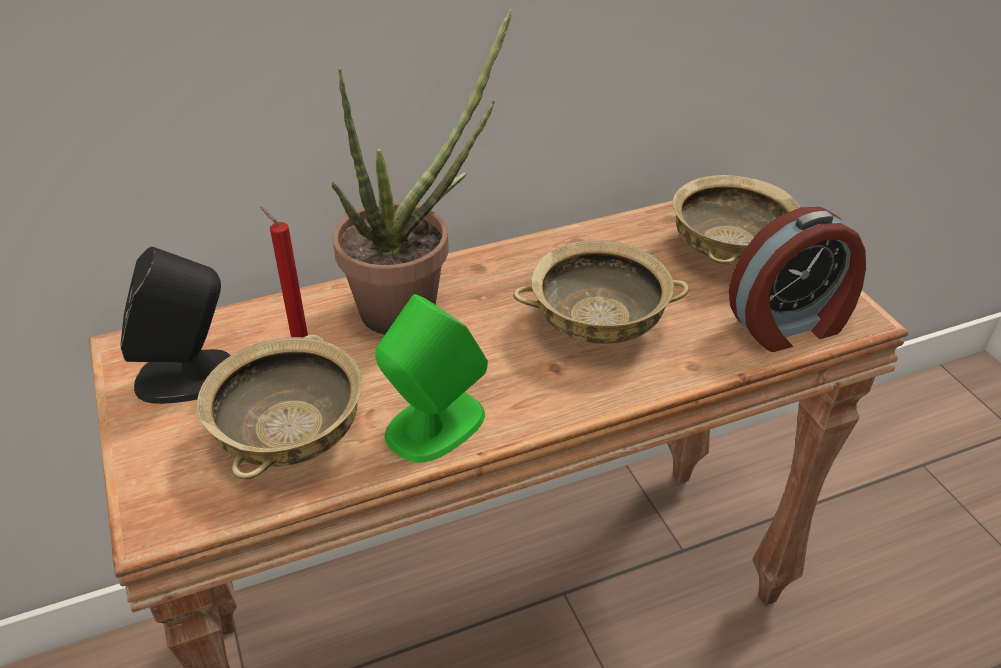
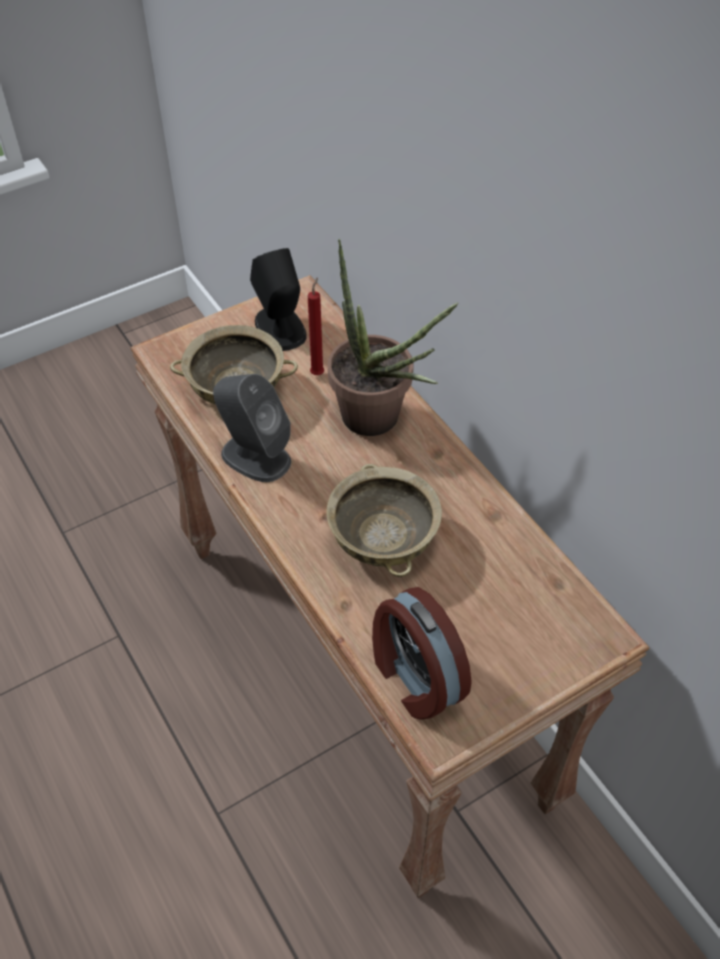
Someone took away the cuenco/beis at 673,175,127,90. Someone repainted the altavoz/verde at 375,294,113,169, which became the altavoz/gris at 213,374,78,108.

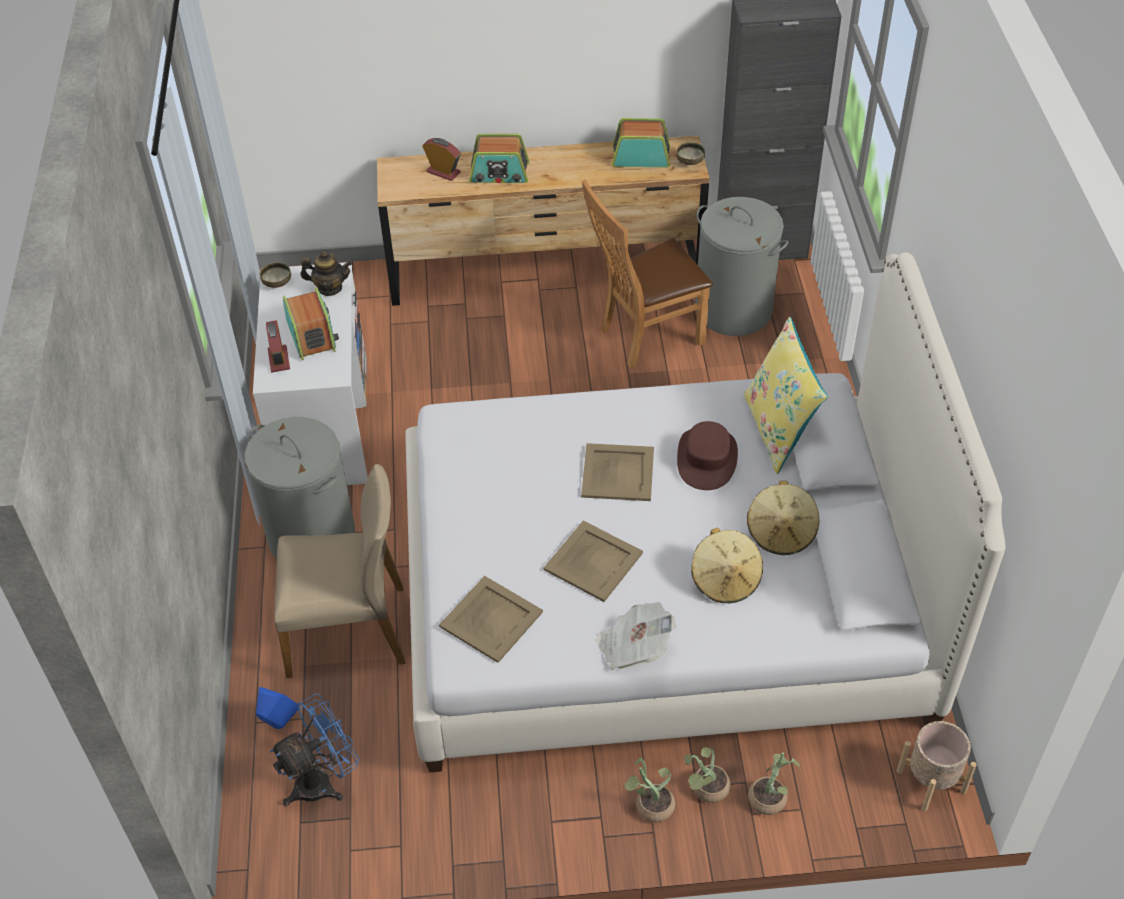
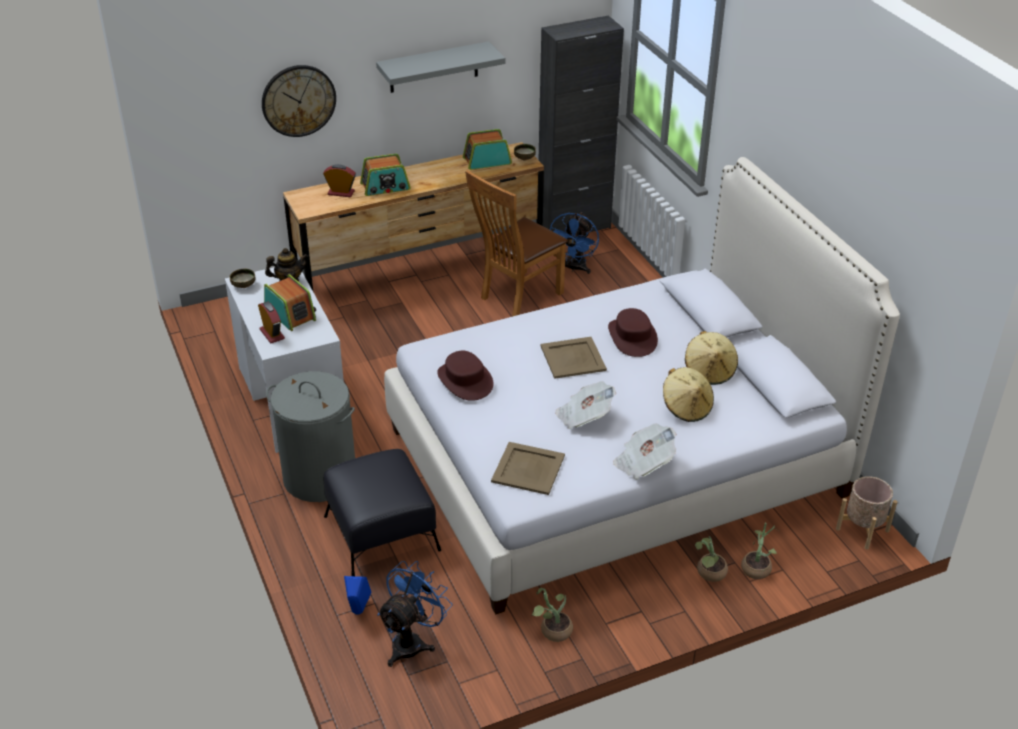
Someone swapped the cesto de la ropa/gris at 695,197,93,139 for the ventilador/azul at 550,212,49,62. Someone took away the cojín/amarillo at 744,317,84,157. Someone swapped the silla/beis at 274,464,131,214 for the puf/negro at 323,449,118,127. Someone swapped the bandeja/beis at 543,521,100,81 for the periódico at 555,381,61,48. Someone carried the planta en maceta from 623,757,52,66 to 532,588,41,54. Someone put up the estante/gris at 376,42,129,51. Someone put up the reloj de pared at 262,65,74,72. Someone put down the sombrero/marrón at 437,351,57,50.

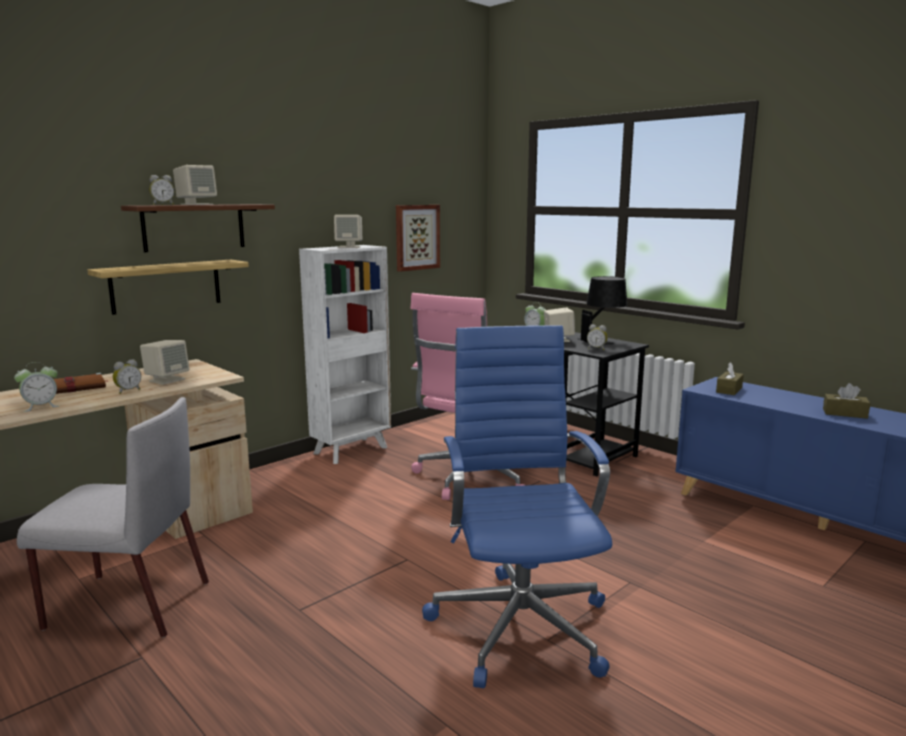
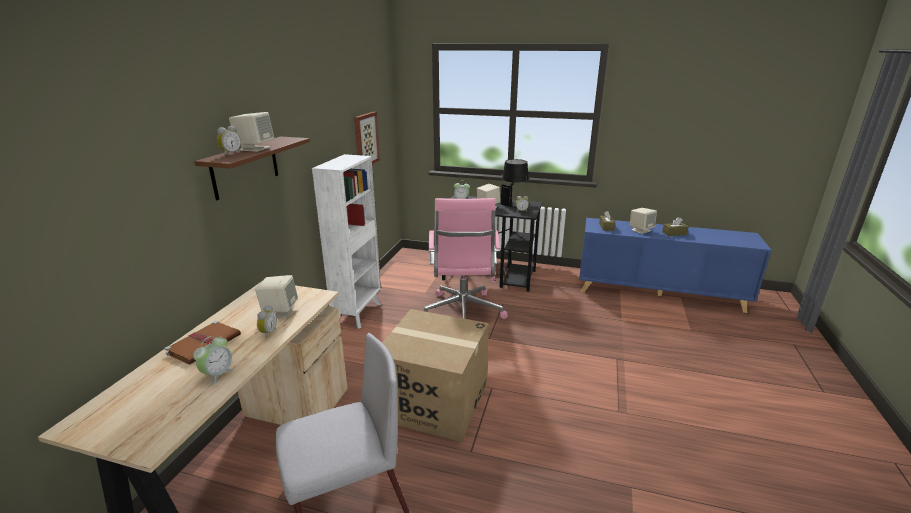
Someone carried the altavoz/beis from 334,215,28,33 to 630,208,27,26. Someone took away the estante at 87,260,162,55. Someone took away the silla de oficina/azul at 422,325,190,363. Someone put down the caja de cartón at 382,309,107,133.

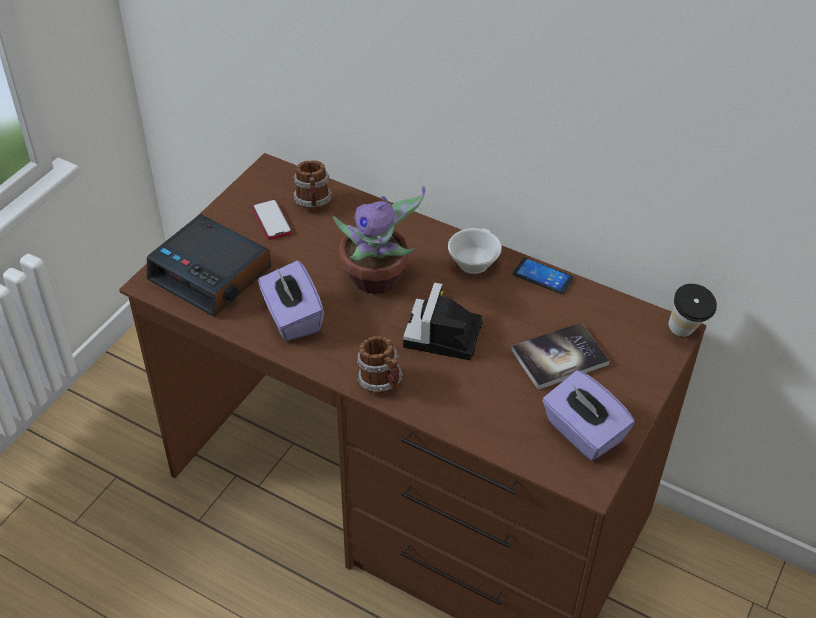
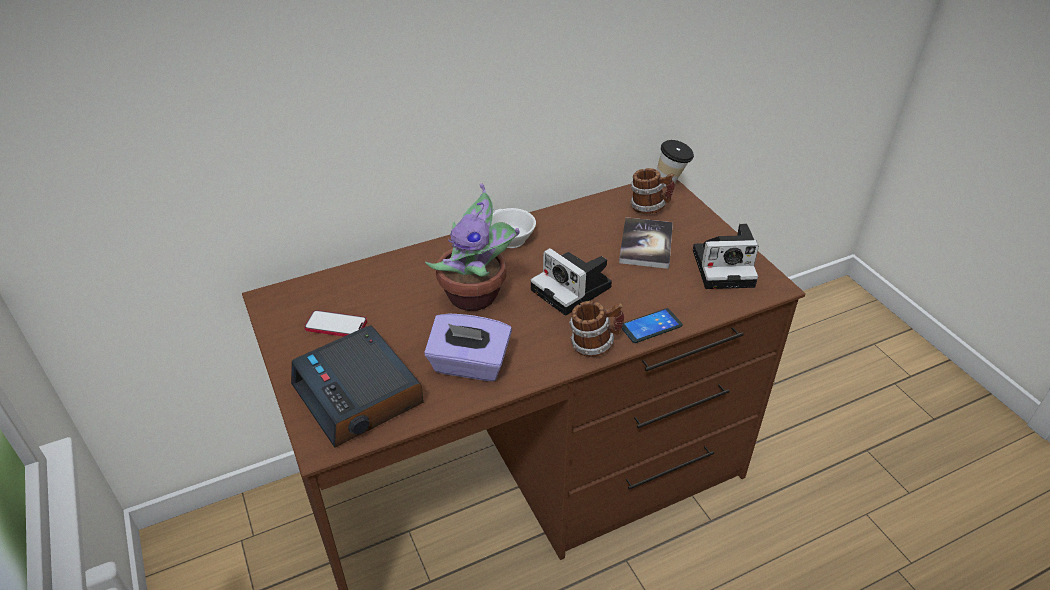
Someone carried the taza grande from 293,160,39,50 to 630,168,45,46. Someone rotated the despertador at 147,214,124,103 by 75 degrees clockwise. Someone carried the móvil from 513,257,61,37 to 621,308,62,35. Someone swapped the caja de pañuelos/morado at 542,370,93,91 for the cámara at 693,223,66,66.

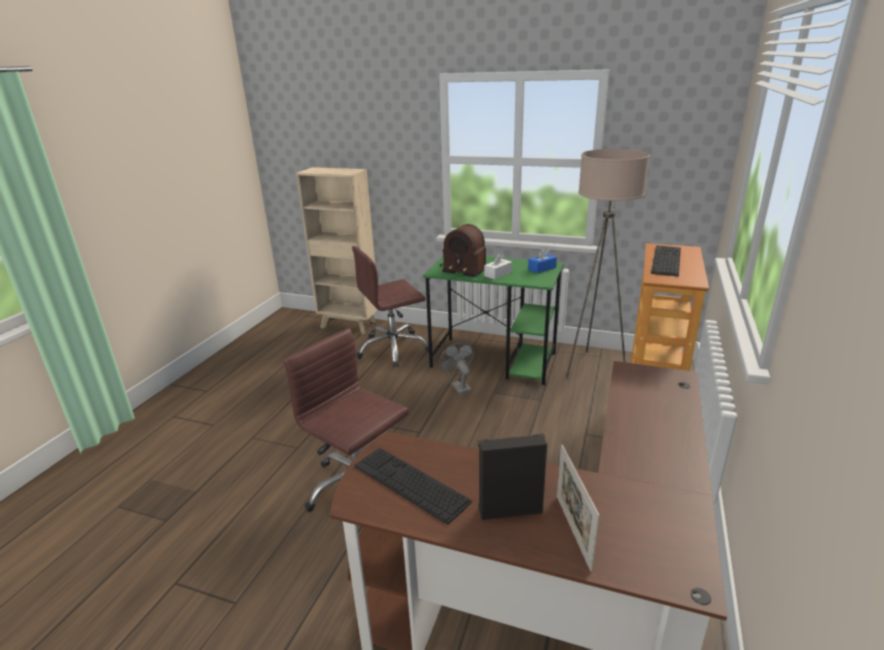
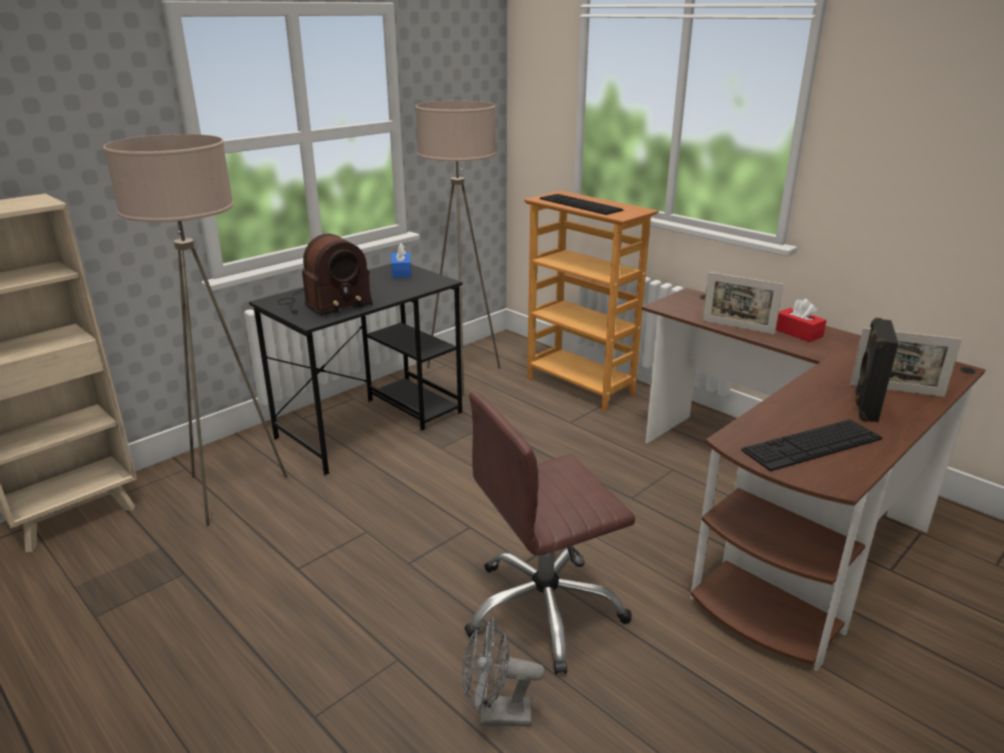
Someone swapped the silla de oficina/marrón at 352,246,77,122 for the lámpara de pie/beis at 103,134,184,392. Someone took away the caja de pañuelos/blanco at 484,253,28,26. Someone repainted the escritorio/verde at 423,257,141,128, which became the escritorio/negro at 249,264,213,211. Someone carried the ventilador/gris from 439,342,35,53 to 462,617,83,110. Someone put down the portarretratos at 702,272,82,62. Someone put down the caja de pañuelos/rojo at 776,299,51,43.

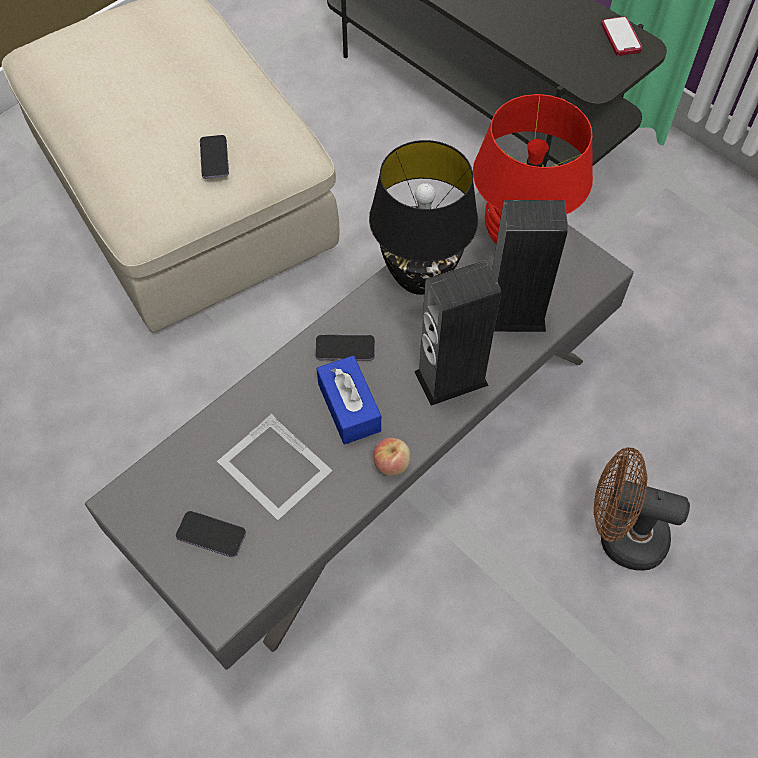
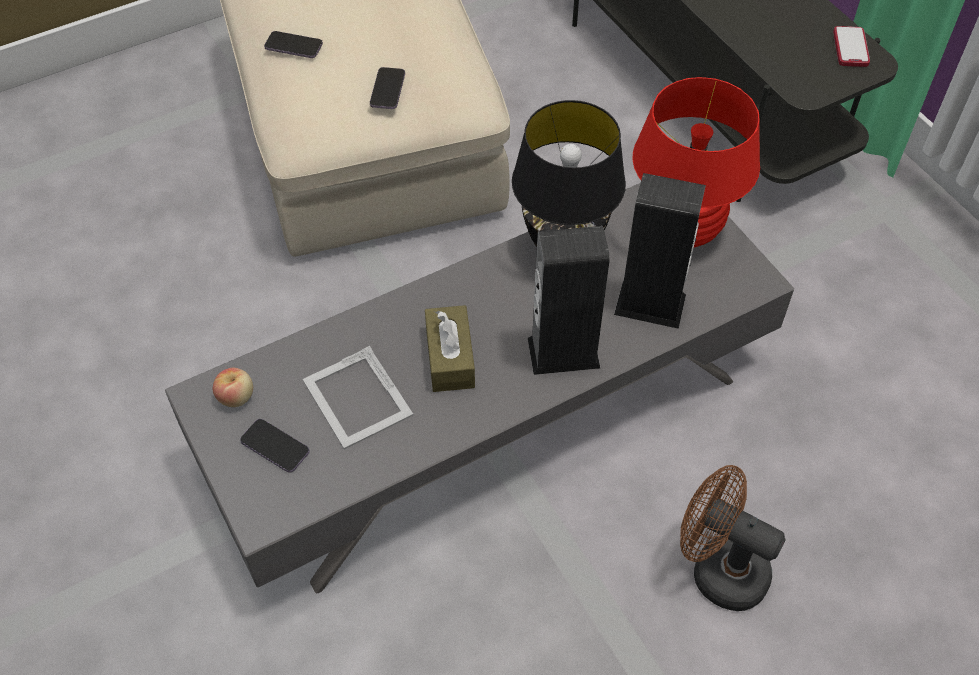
Someone carried the móvil from 315,335,60,26 to 264,31,59,27. Someone repainted the caja de pañuelos/azul at 317,356,64,88, which became the caja de pañuelos/marrón at 425,305,50,87. Someone carried the manzana from 373,438,38,38 to 213,368,40,39.

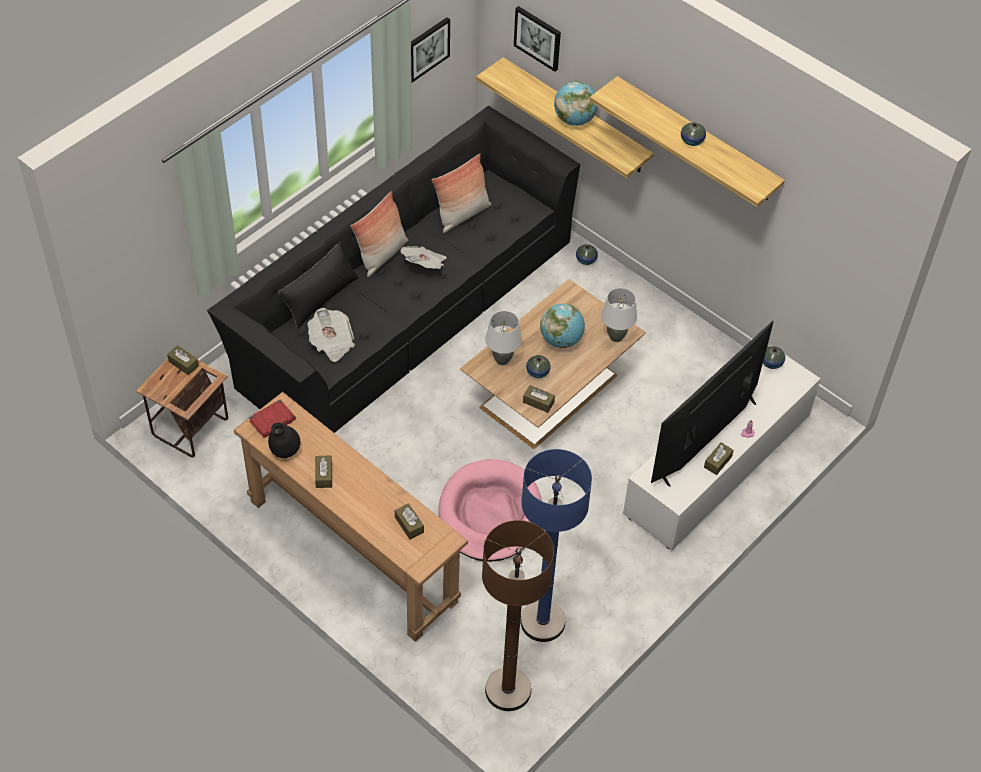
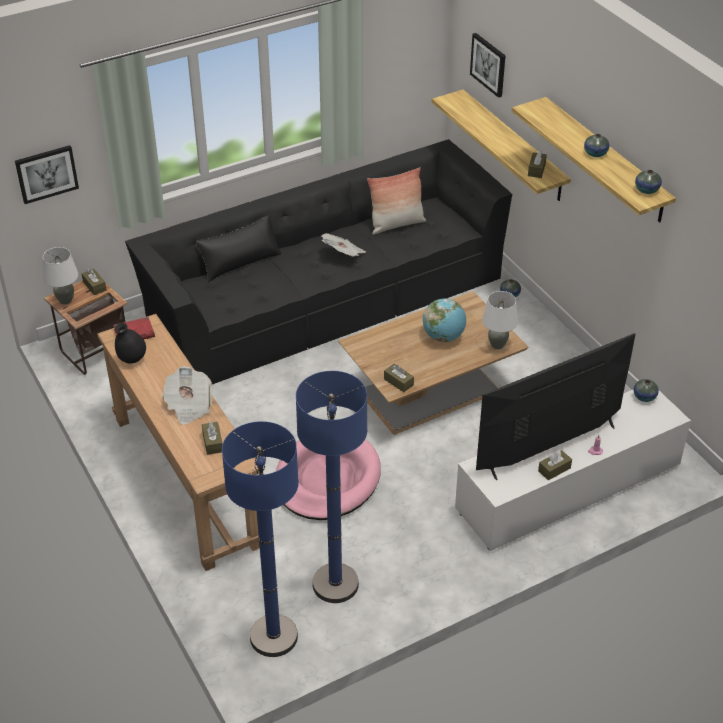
Someone carried the cuadro from 411,17,39,66 to 15,145,64,59. Someone took away the globo terráqueo at 554,81,44,45. Someone took away the cojín at 351,191,57,86. Someone carried the periódico from 307,308,48,54 to 162,366,50,59. Someone carried the lámpara de mesa/blanco from 485,311,37,54 to 43,247,35,58. Someone carried the florero from 526,355,25,23 to 635,170,27,24. Someone carried the caja de pañuelos/marrón from 315,456,17,32 to 528,150,19,28. Someone repainted the lámpara de pie/marrón at 482,520,72,191, which became the lámpara de pie/azul at 222,421,77,236.

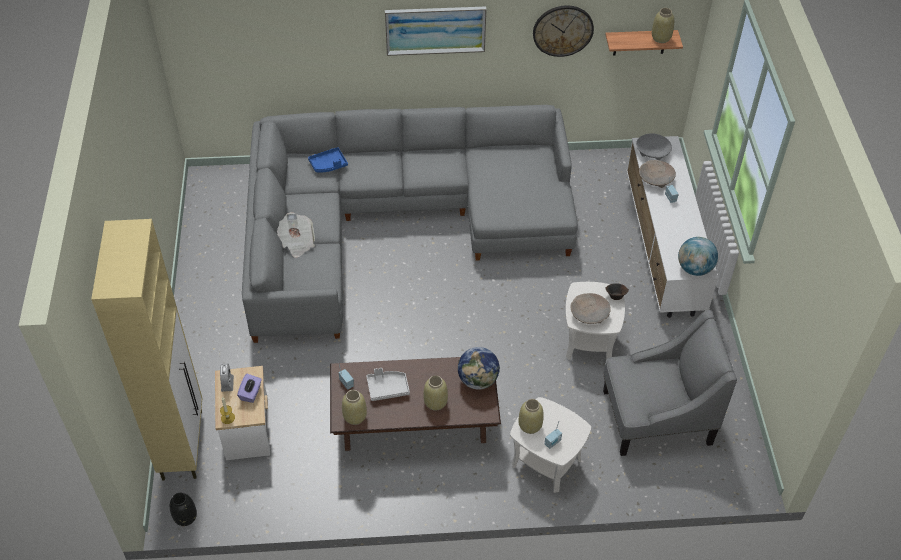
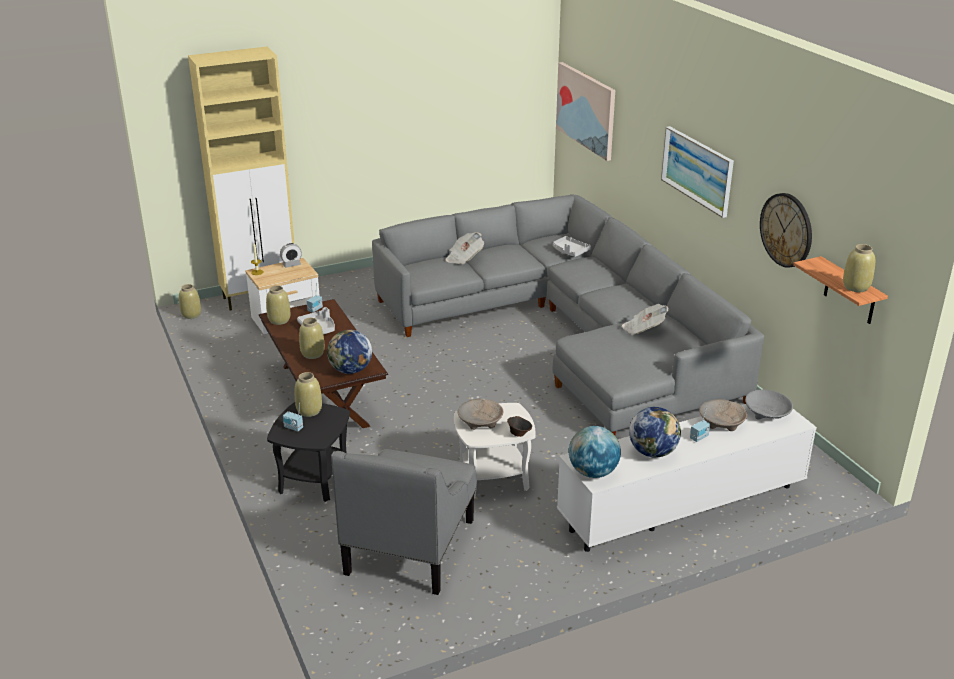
Someone repainted the bandeja/azul at 308,147,40,25, which became the bandeja/gris at 553,236,38,21. Someone rotated the sillón/gris at 603,310,134,146 by 45 degrees clockwise. Someone took away the caja de pañuelos/morado at 237,374,25,29. Someone repainted the mesa auxiliar/blanco at 510,397,81,96, which became the mesa auxiliar/negro at 267,402,83,100. Someone repainted the florero/negro at 170,493,27,33, which became the florero/beis at 179,284,22,35. Someone put up the cuadro at 556,62,59,99. Someone put down the periódico at 622,304,47,31. Someone put down the globo terráqueo at 629,407,52,51.

